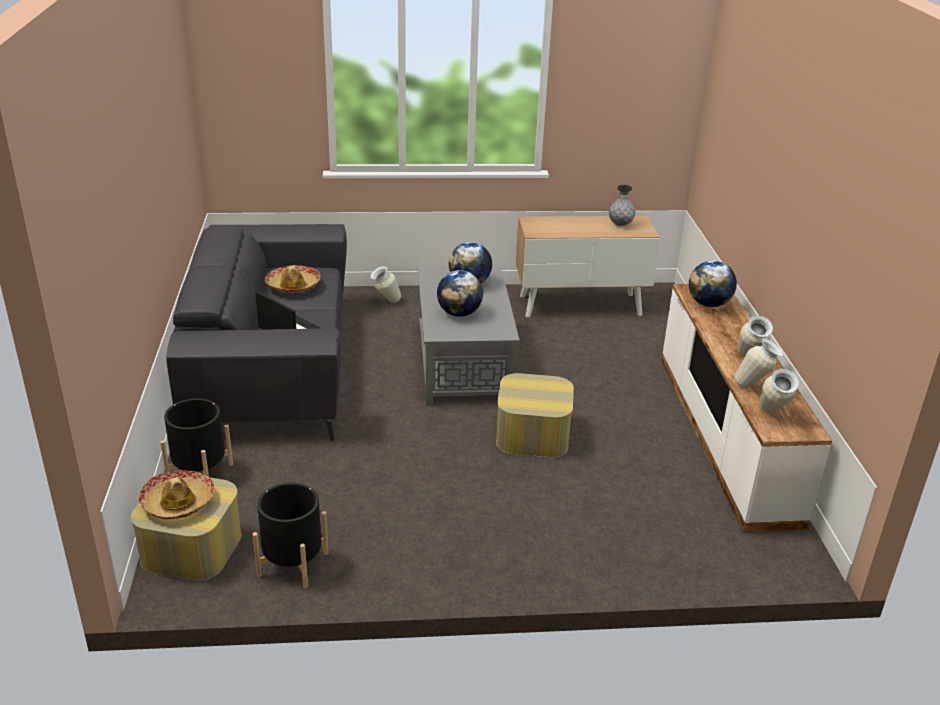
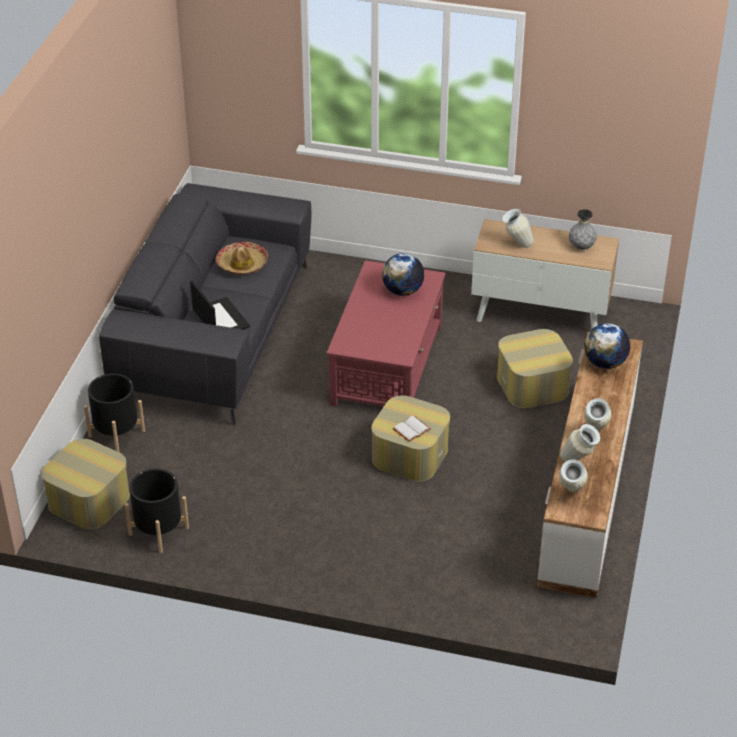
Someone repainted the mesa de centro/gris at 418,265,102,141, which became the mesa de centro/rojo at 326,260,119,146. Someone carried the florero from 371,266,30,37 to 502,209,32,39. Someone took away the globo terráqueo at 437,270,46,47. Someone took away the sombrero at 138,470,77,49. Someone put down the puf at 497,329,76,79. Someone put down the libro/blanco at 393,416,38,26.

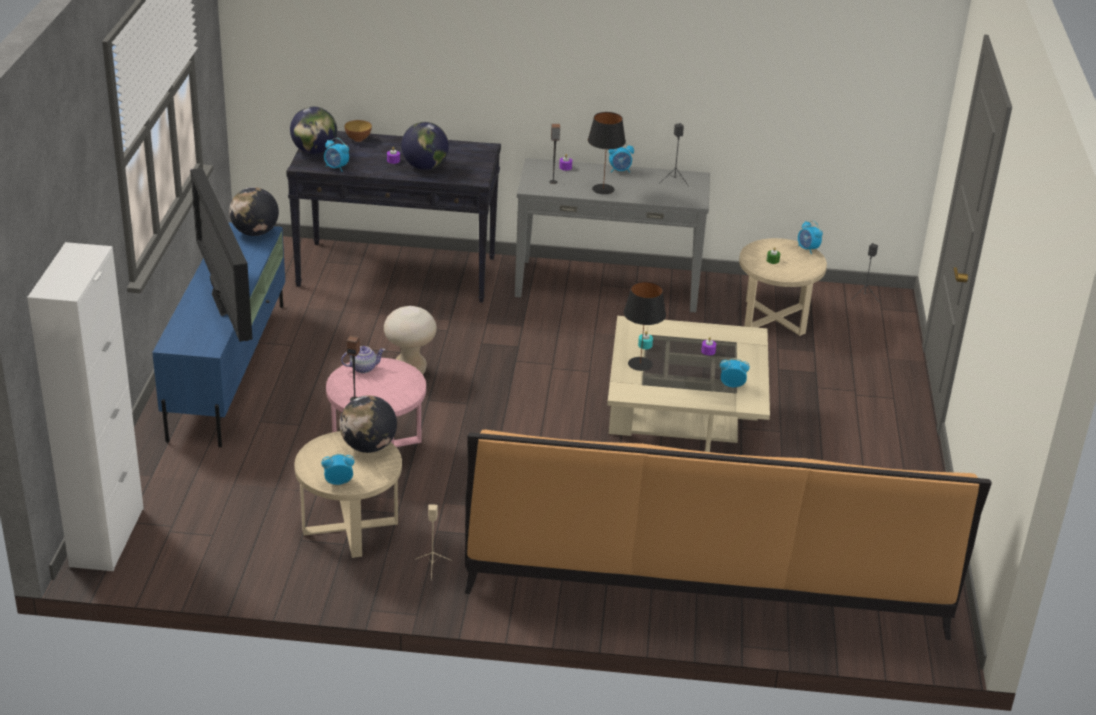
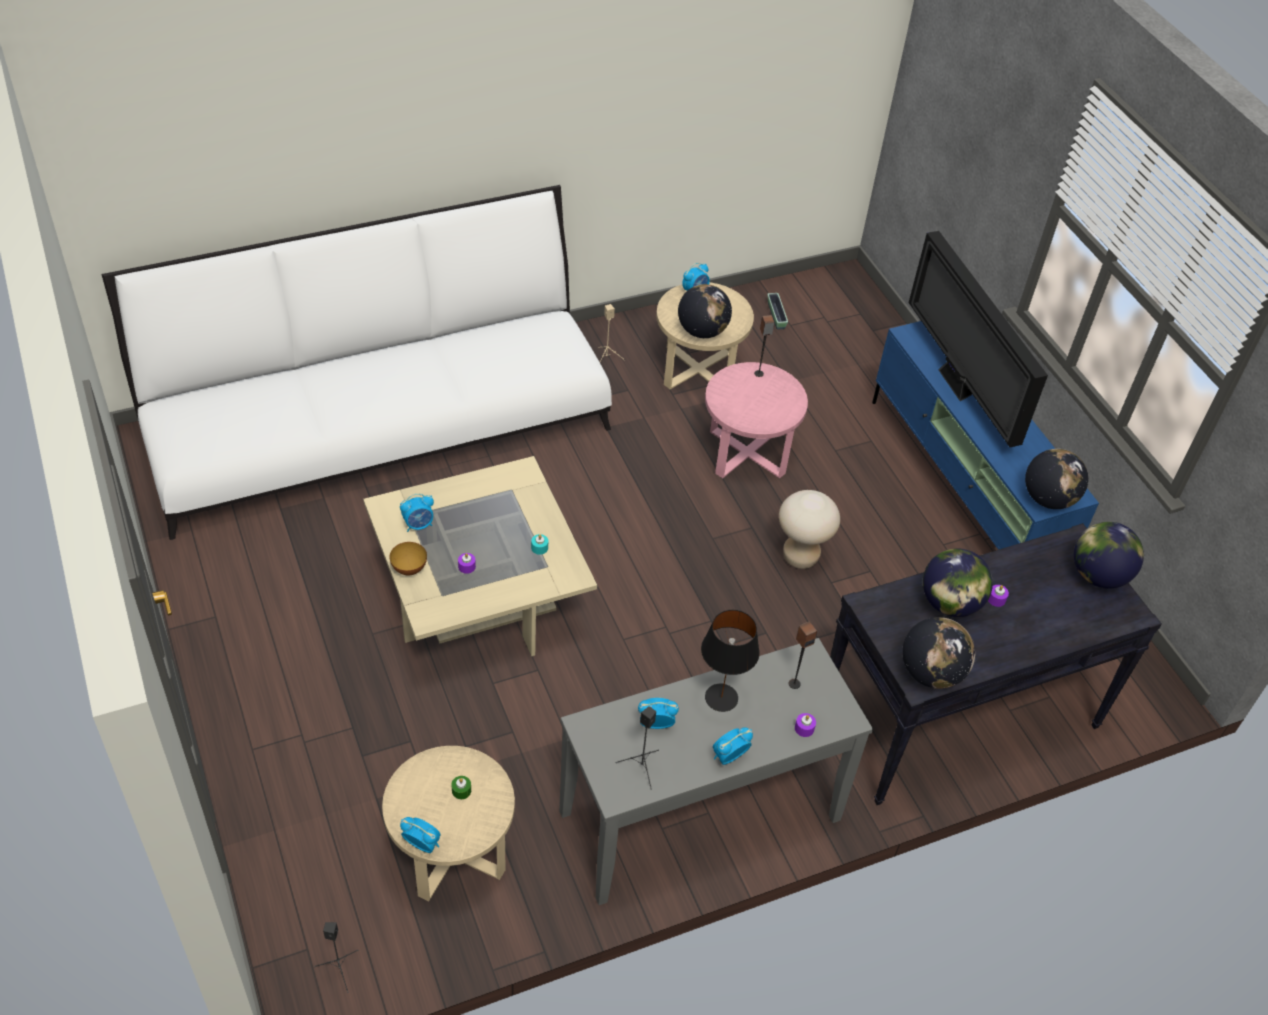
Someone carried the cuenco from 344,120,28,22 to 390,542,37,33. Someone carried the despertador from 324,138,25,34 to 638,698,41,31. Someone rotated the televisor at 190,168,63,174 by 150 degrees counterclockwise. Someone took away the armario/blanco at 27,242,117,329. Someone took away the lámpara de mesa/negro at 624,281,42,90. Someone took away the tetera at 341,346,44,27. Someone repainted the sofá/naranja at 465,430,527,210, which became the sofá/blanco at 102,185,510,355. Someone put down the maceta at 768,293,20,37. Someone put down the globo terráqueo at 902,617,73,72.

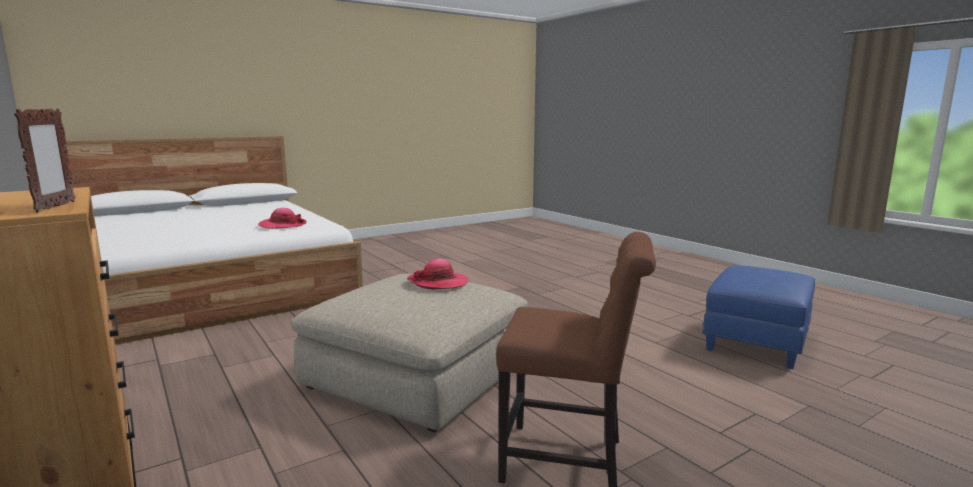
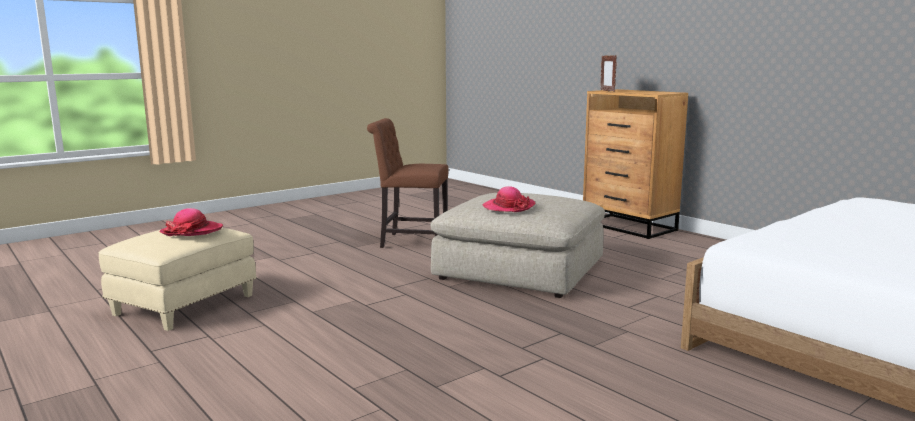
Someone carried the sombrero from 258,208,49,20 to 159,208,64,28. Someone repainted the puf/azul at 702,265,113,104, which became the puf/beis at 98,228,159,103.

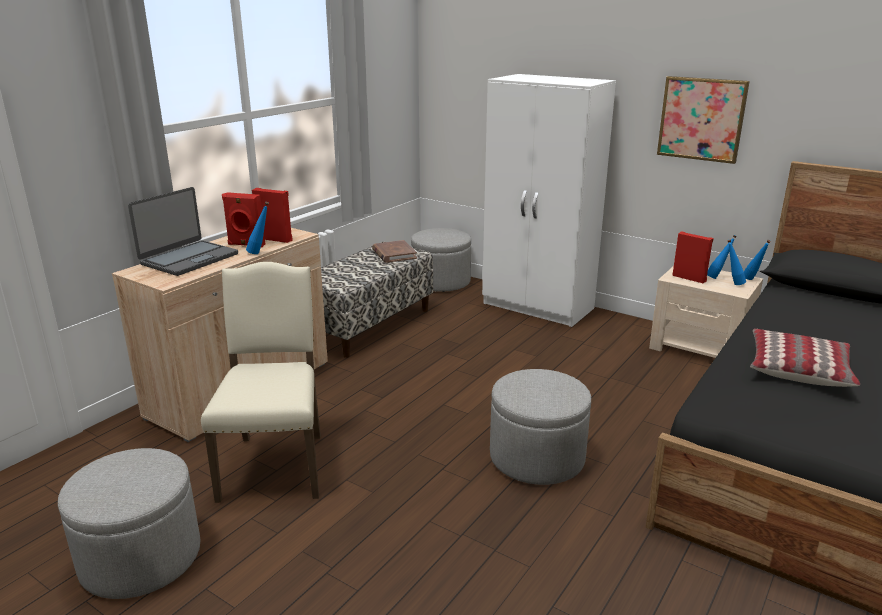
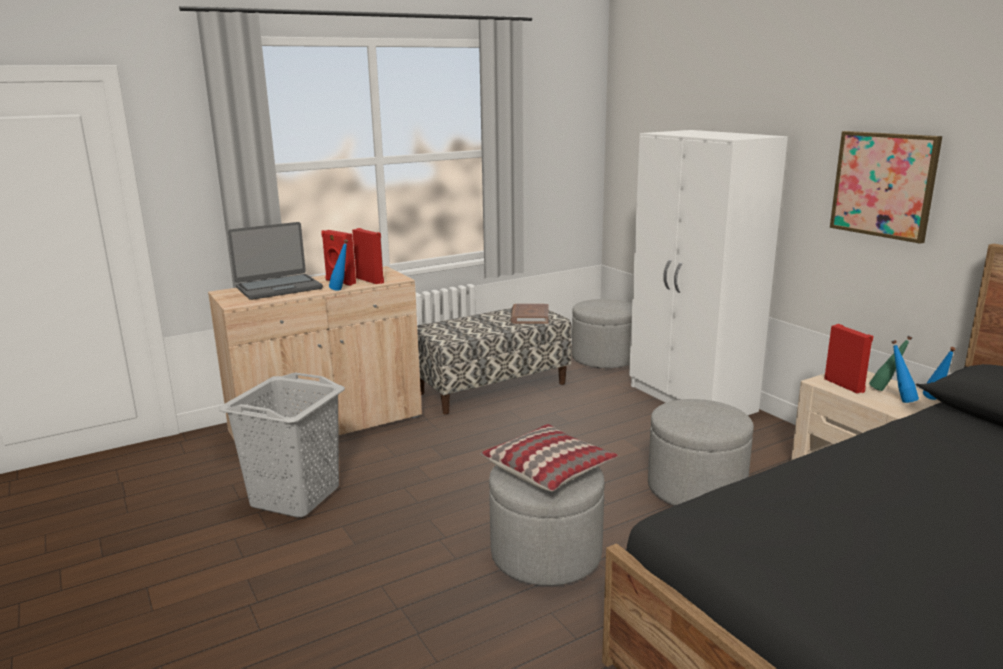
Someone repainted the botella/azul at 707,235,30,44, which became the botella/verde at 869,336,43,55. Someone swapped the silla/beis at 201,262,120,241 for the cesto de la ropa/gris at 219,372,126,146. Someone carried the cojín from 750,329,110,58 to 480,424,138,68. Someone carried the puf/gris from 58,448,142,151 to 648,399,106,107.

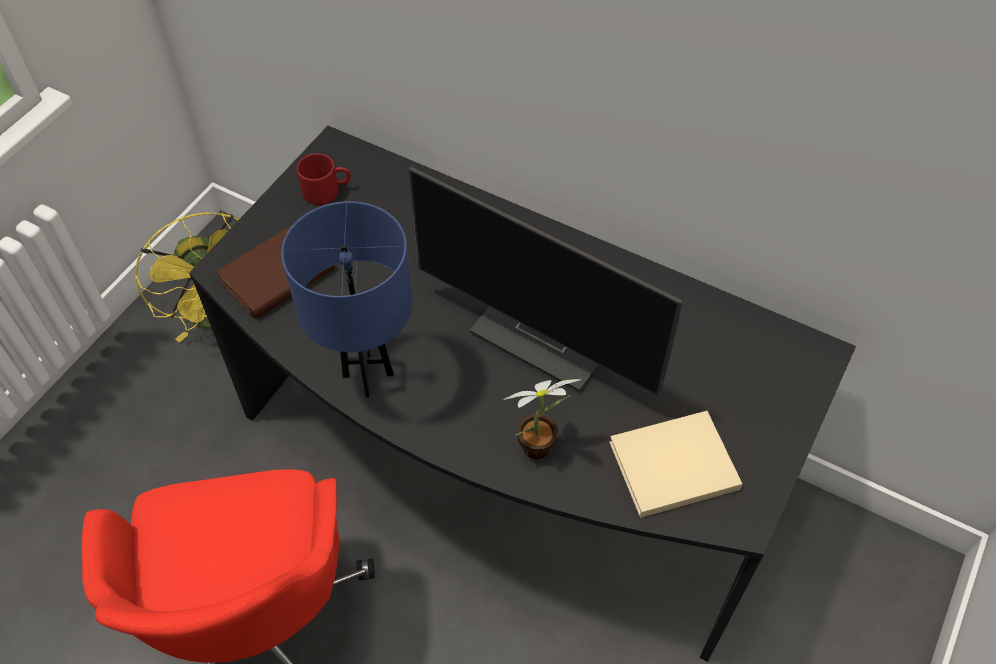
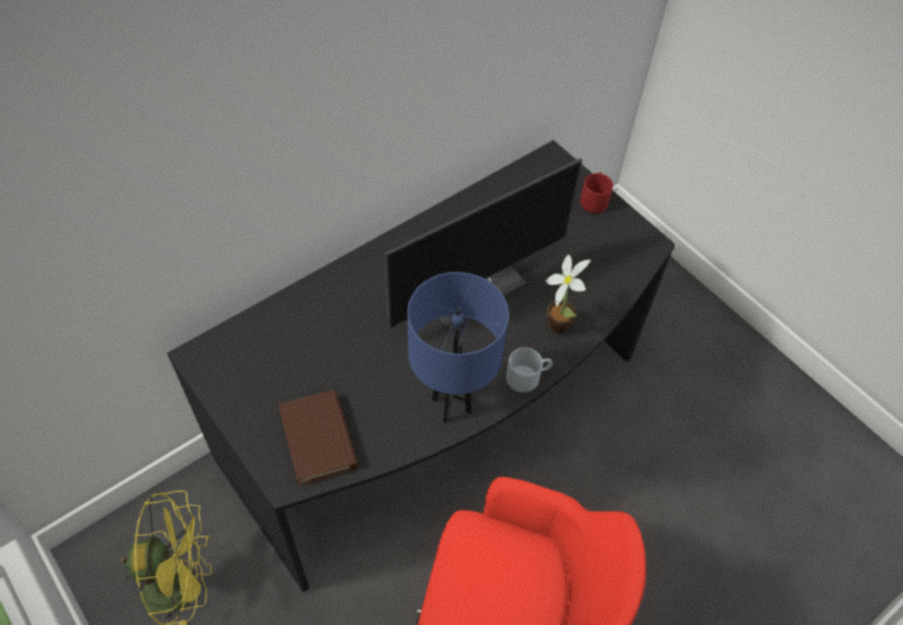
Someone carried the taza grande/rojo from 297,154,54,51 to 580,172,33,41. Someone took away the libro/beis at 609,411,133,107. Someone put down the taza grande/gris at 506,347,47,46.

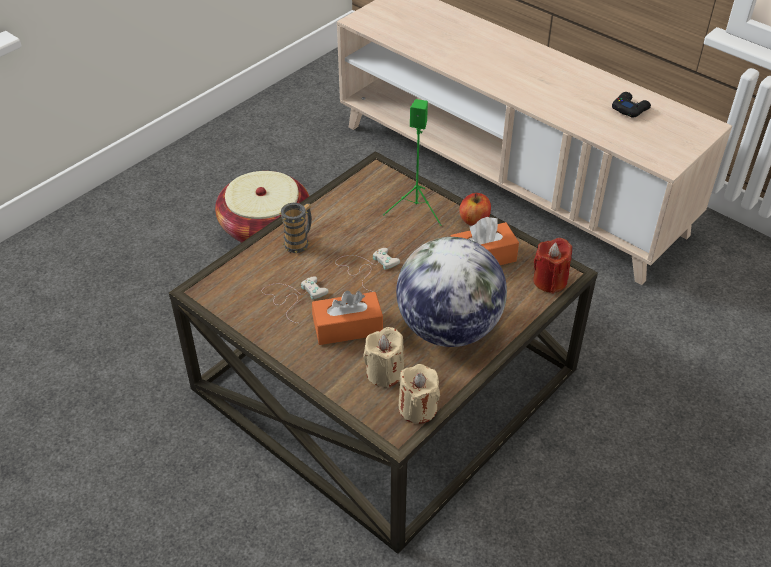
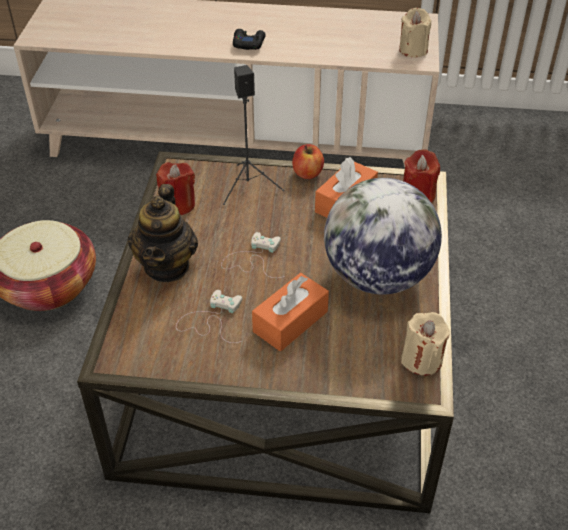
Someone carried the mando de consola/negro from 612,92,39,26 to 233,29,33,21. Someone repainted the altavoz/verde at 383,99,59,127, which became the altavoz/negro at 223,65,61,140. Someone swapped the taza grande at 279,203,33,50 for the tetera at 128,184,70,98. Someone carried the vela/beis from 363,327,41,61 to 399,8,32,49. Someone put down the vela/rojo at 156,162,39,53.

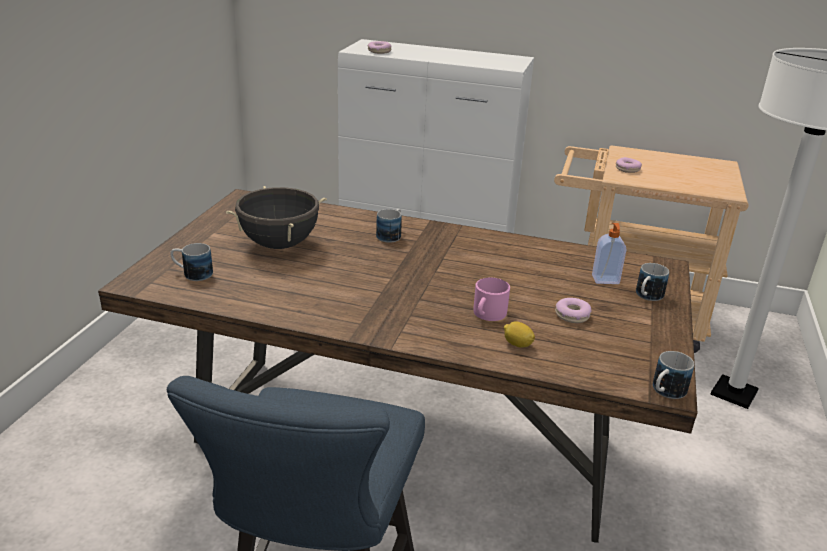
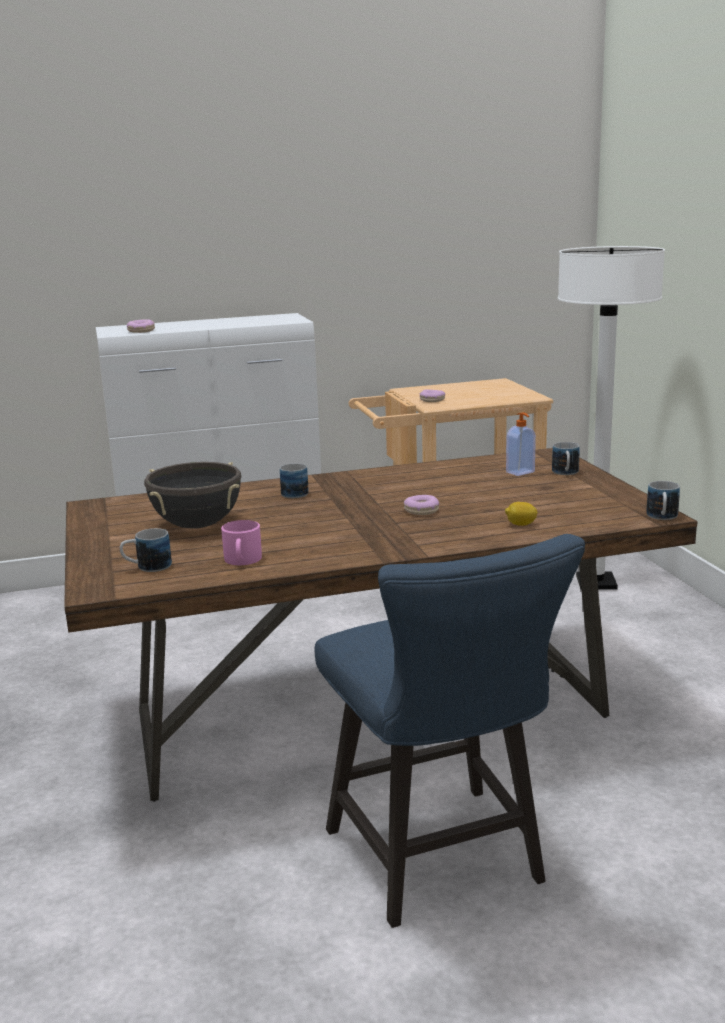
Someone carried the taza grande/rosa from 474,278,36,43 to 221,520,41,45. Someone carried the rosquilla from 555,298,36,25 to 404,495,35,20.

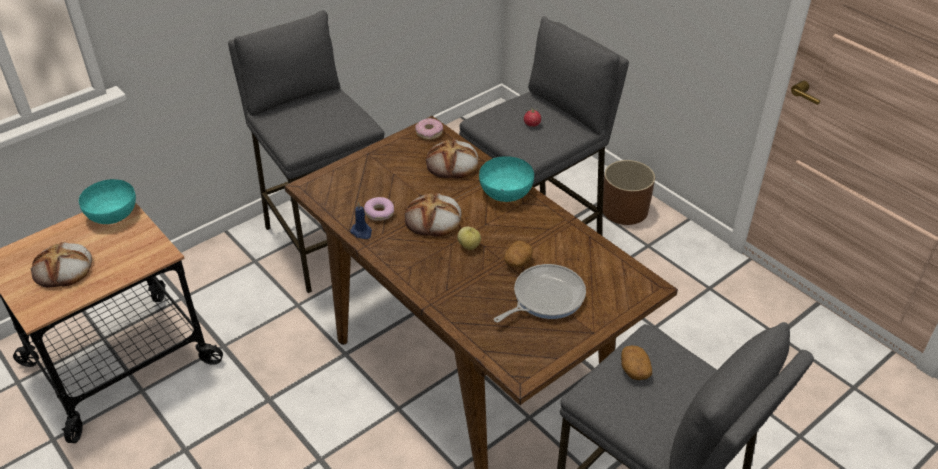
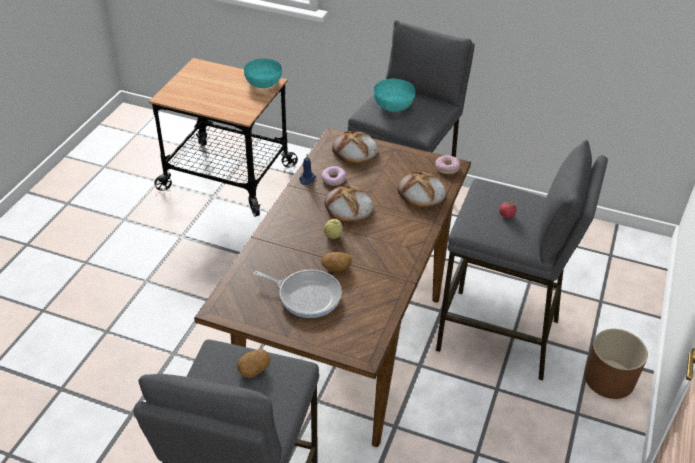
Someone carried the cuenco/turquesa from 479,156,55,46 to 374,79,41,32. Someone carried the pan from 31,242,61,46 to 332,131,46,33.

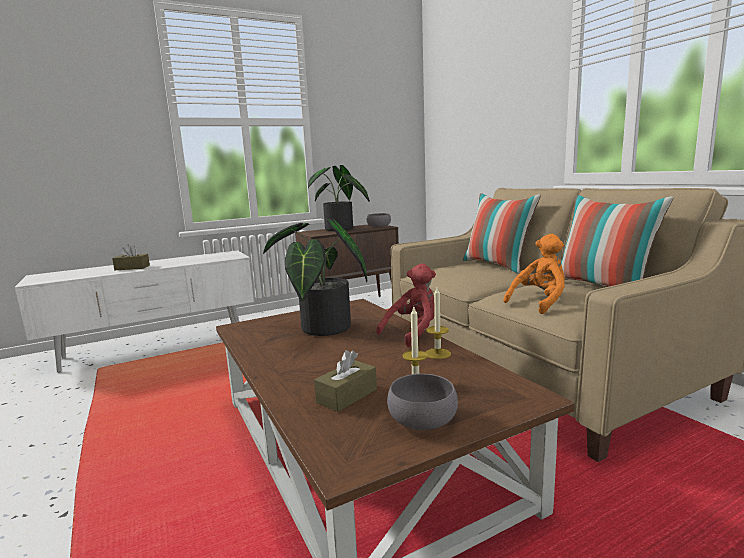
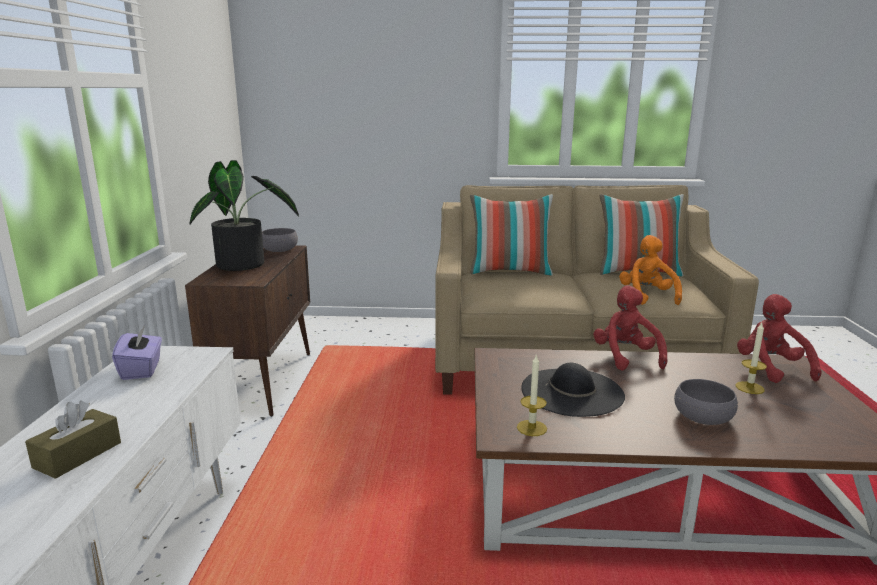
Someone swapped the planta en maceta at 263,219,104,117 for the sombrero/negro at 521,363,104,54. Someone carried the vela from 426,287,25,72 to 517,355,30,81. Someone took away the caja de pañuelos/marrón at 314,350,63,62. Someone carried the cuenco/gris from 387,374,71,56 to 674,379,64,46. Someone put down the peluche/rojo at 737,294,84,89. Someone put down the caja de pañuelos/morado at 112,325,50,55.

